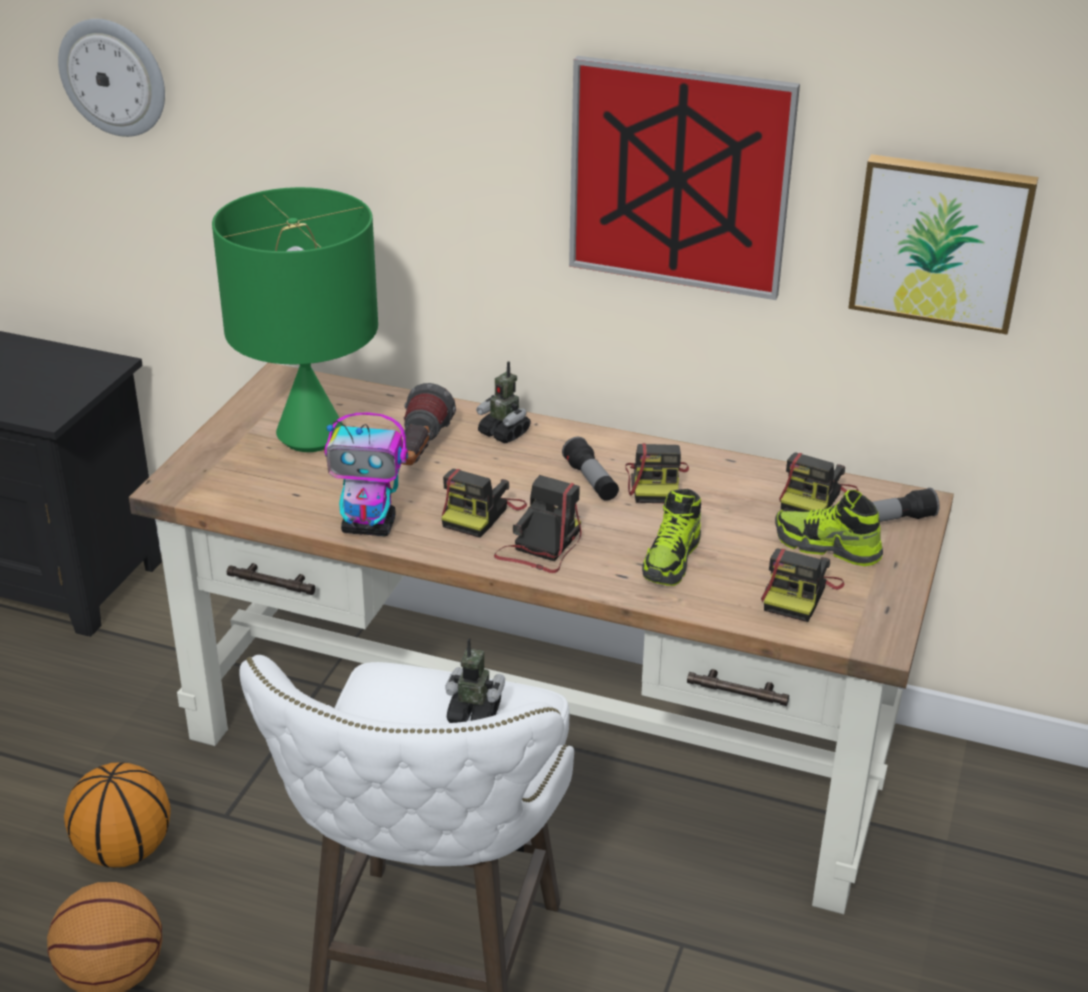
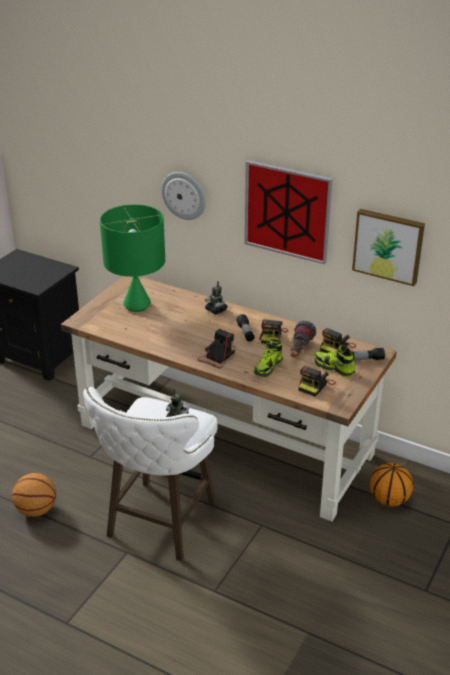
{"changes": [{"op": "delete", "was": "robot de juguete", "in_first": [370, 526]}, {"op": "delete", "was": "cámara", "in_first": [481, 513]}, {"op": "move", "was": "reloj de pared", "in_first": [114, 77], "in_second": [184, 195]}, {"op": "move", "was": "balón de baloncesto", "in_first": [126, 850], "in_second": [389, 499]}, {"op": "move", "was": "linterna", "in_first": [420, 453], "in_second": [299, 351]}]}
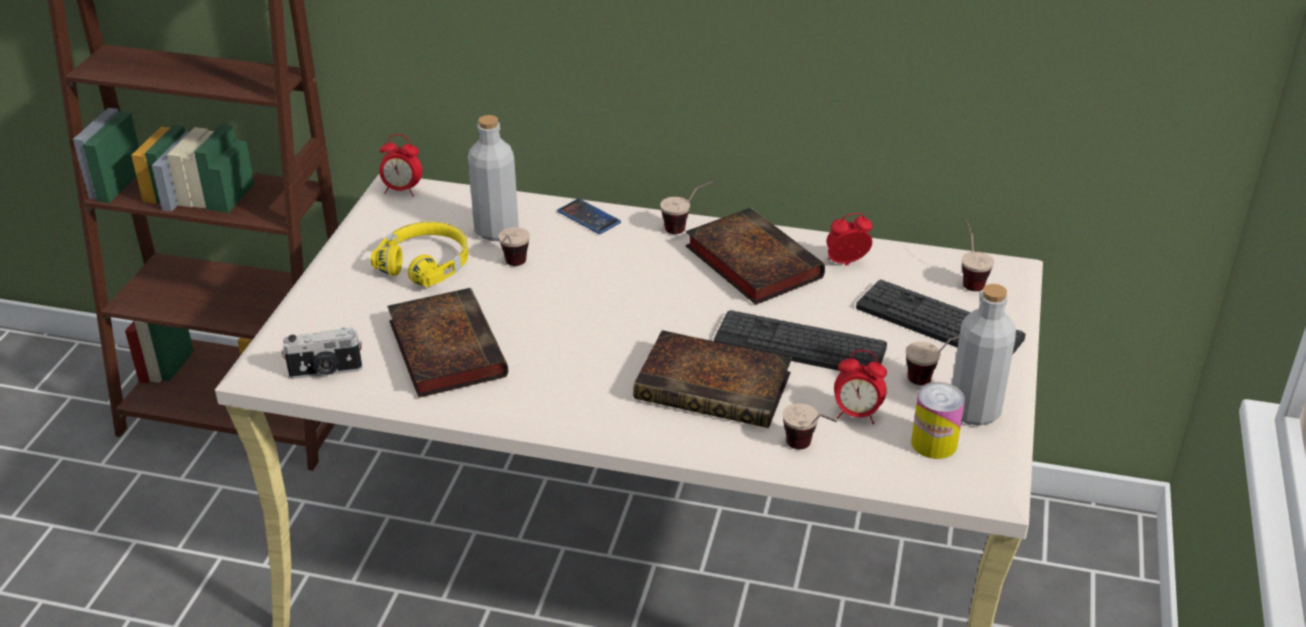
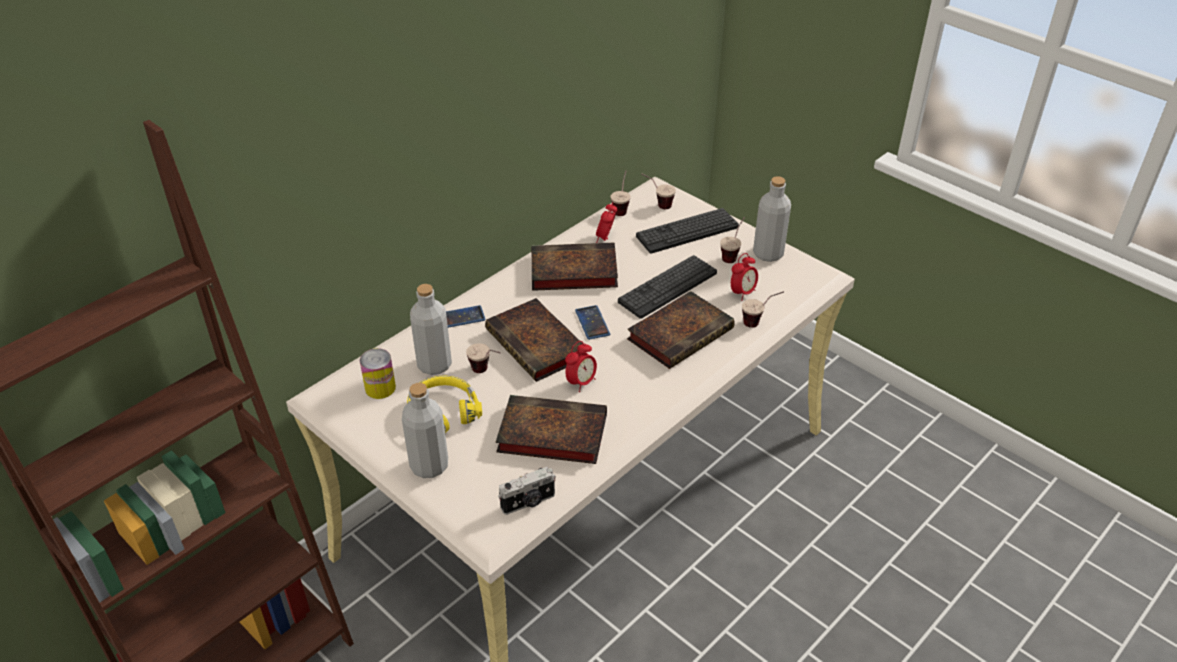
{"changes": [{"op": "insert", "now": "botella/gris", "in_second": [429, 466]}, {"op": "insert", "now": "libro", "in_second": [538, 345]}, {"op": "insert", "now": "móvil", "in_second": [592, 323]}, {"op": "move", "was": "despertador", "in_first": [402, 190], "in_second": [581, 382]}, {"op": "move", "was": "taza", "in_first": [686, 227], "in_second": [621, 208]}, {"op": "move", "was": "lata", "in_first": [934, 443], "in_second": [380, 388]}, {"op": "rotate", "was": "cámara", "in_first": [325, 372], "in_second": [528, 502], "clockwise": 45}]}
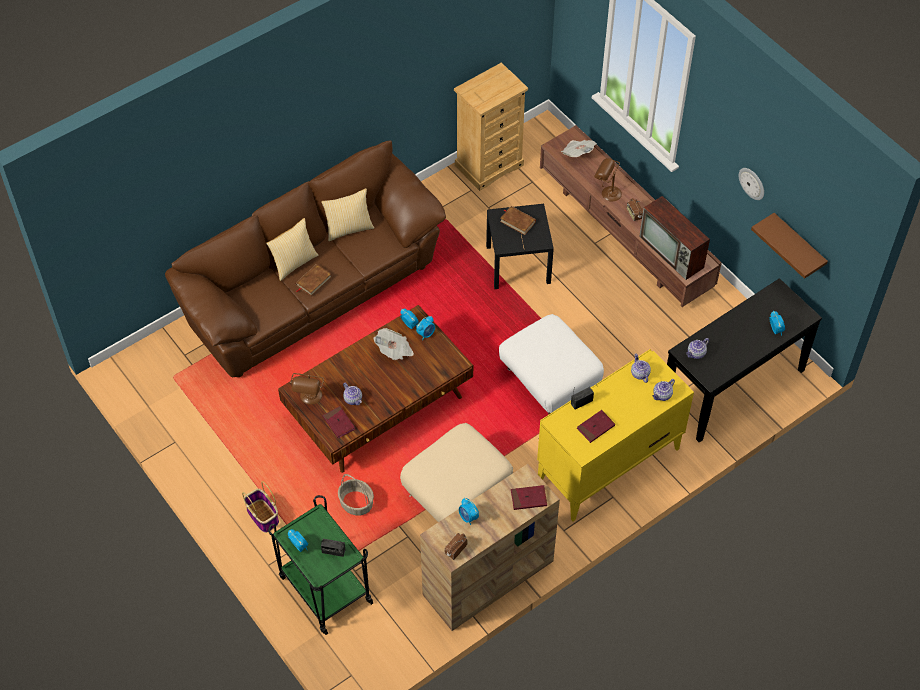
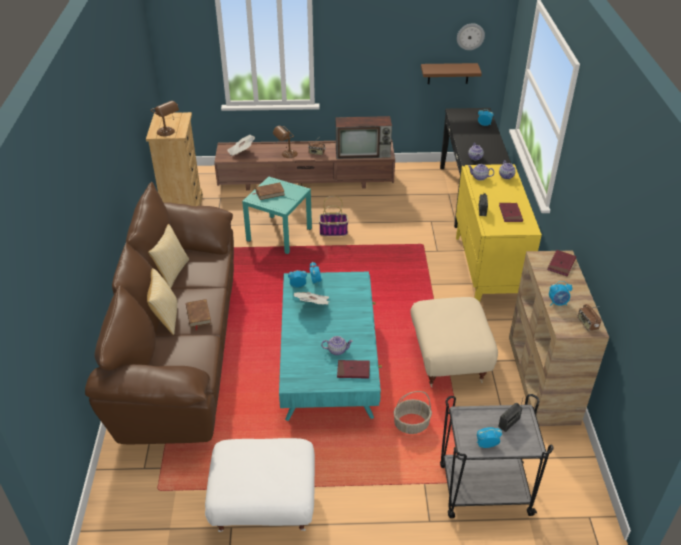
{"changes": [{"op": "move", "was": "cesta", "in_first": [263, 516], "in_second": [333, 231]}, {"op": "move", "was": "lámpara de mesa/marrón", "in_first": [310, 399], "in_second": [168, 133]}, {"op": "move", "was": "puf/blanco", "in_first": [548, 381], "in_second": [263, 506]}, {"op": "move", "was": "reloj de pared", "in_first": [752, 183], "in_second": [470, 36]}, {"op": "recolor", "was": "carrito/verde", "now": "carrito/gris", "in_first": [325, 588], "in_second": [483, 490]}, {"op": "recolor", "was": "mesa de centro/marrón", "now": "mesa de centro/turquesa", "in_first": [379, 406], "in_second": [329, 363]}, {"op": "recolor", "was": "mesa auxiliar/negro", "now": "mesa auxiliar/turquesa", "in_first": [519, 264], "in_second": [280, 234]}]}
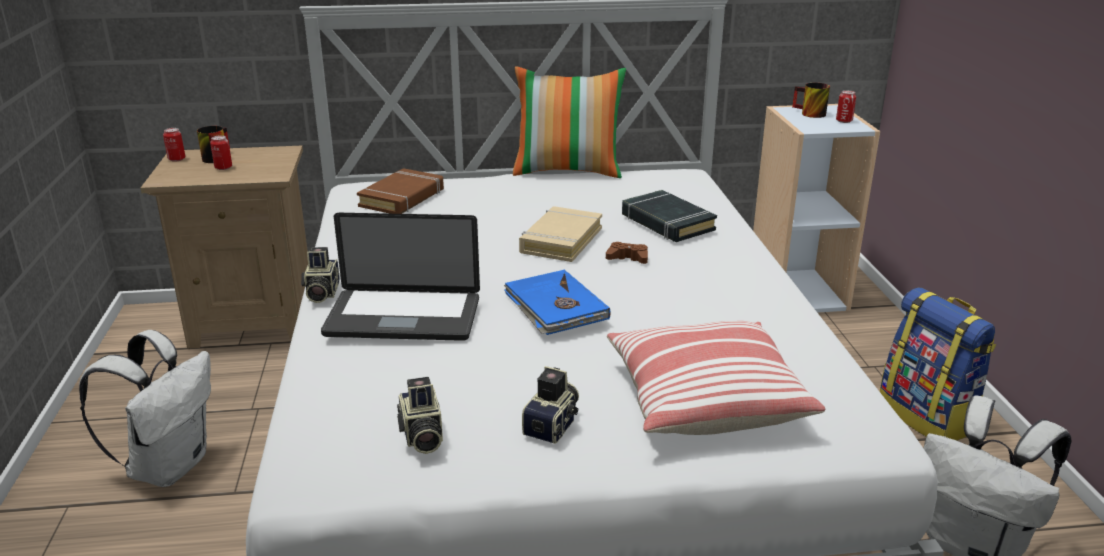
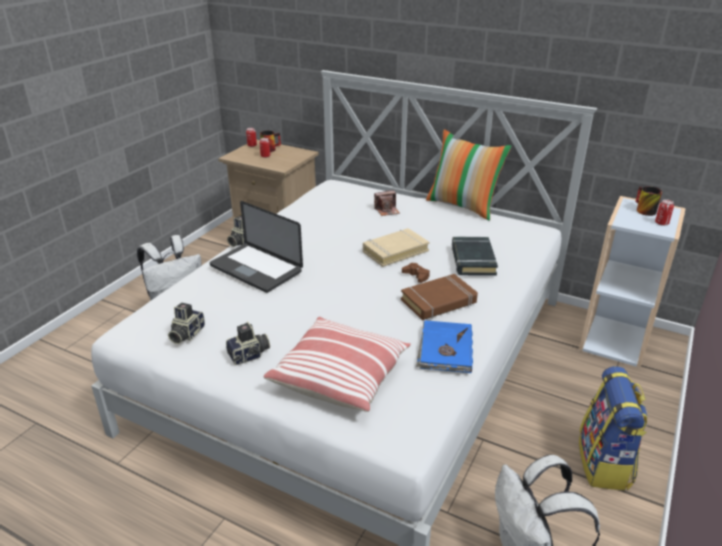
{"changes": [{"op": "insert", "now": "cámara", "in_second": [387, 210]}, {"op": "move", "was": "libro/marrón", "in_first": [402, 198], "in_second": [439, 301]}, {"op": "move", "was": "libro/azul", "in_first": [554, 307], "in_second": [444, 349]}]}
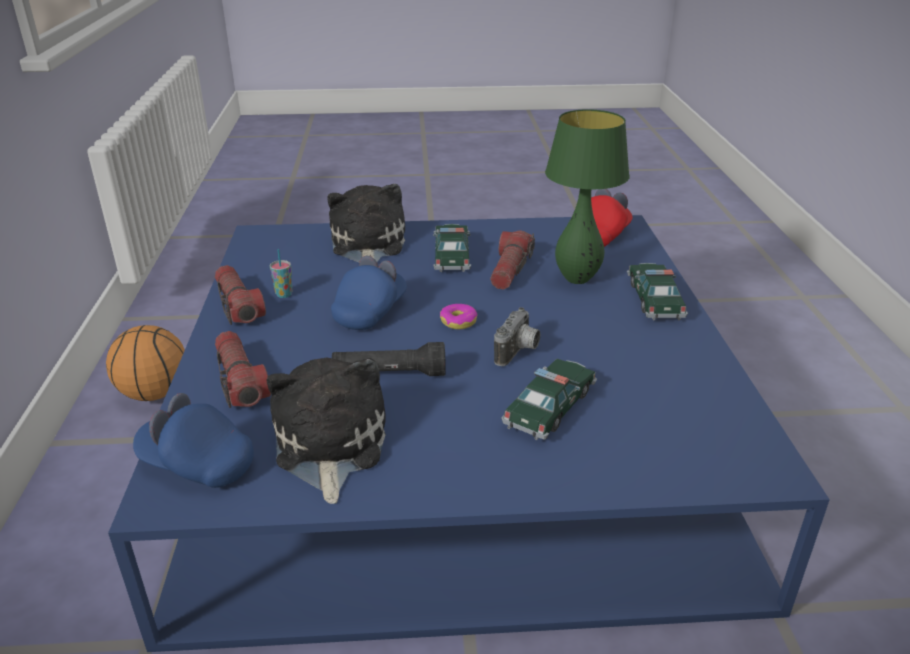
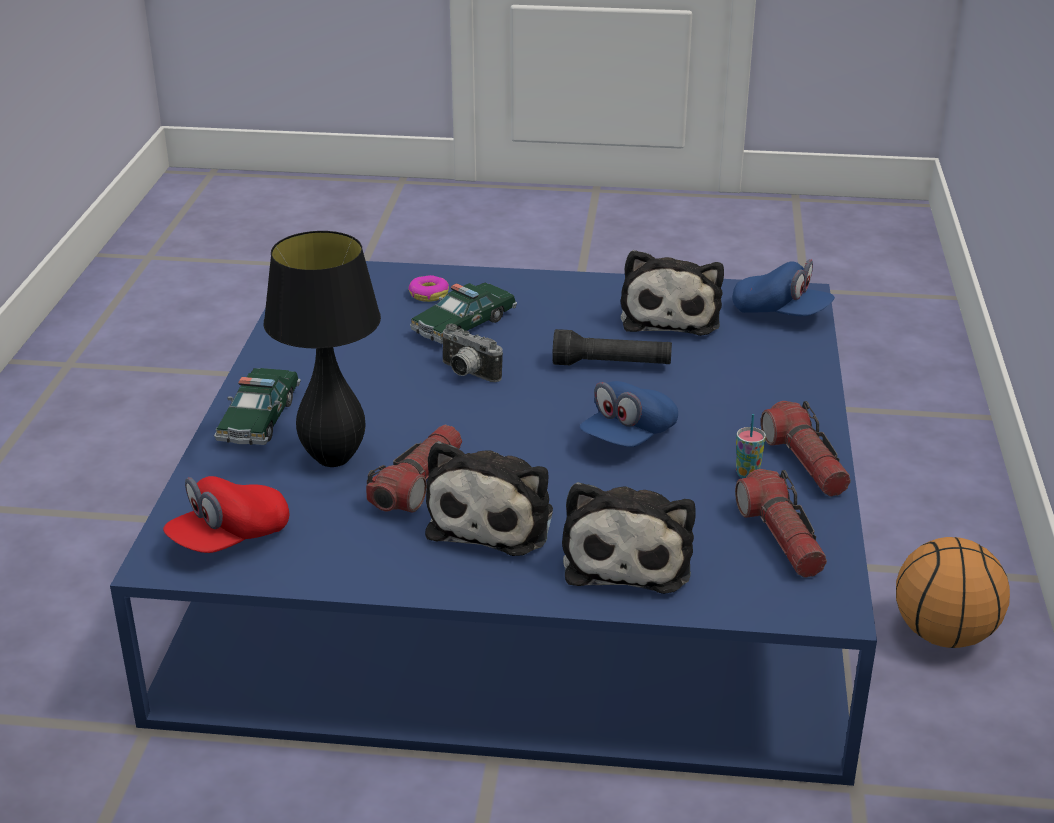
{"changes": [{"op": "move", "was": "linterna", "in_first": [240, 381], "in_second": [781, 538]}, {"op": "move", "was": "rosquilla", "in_first": [458, 321], "in_second": [428, 294]}, {"op": "replace", "was": "coche de juguete", "now": "peluche", "in_first": [451, 256], "in_second": [494, 519]}, {"op": "recolor", "was": "lámpara de mesa/verde", "now": "lámpara de mesa/negro", "in_first": [577, 279], "in_second": [333, 459]}, {"op": "rotate", "was": "cámara", "in_first": [518, 352], "in_second": [466, 374], "clockwise": -90}]}
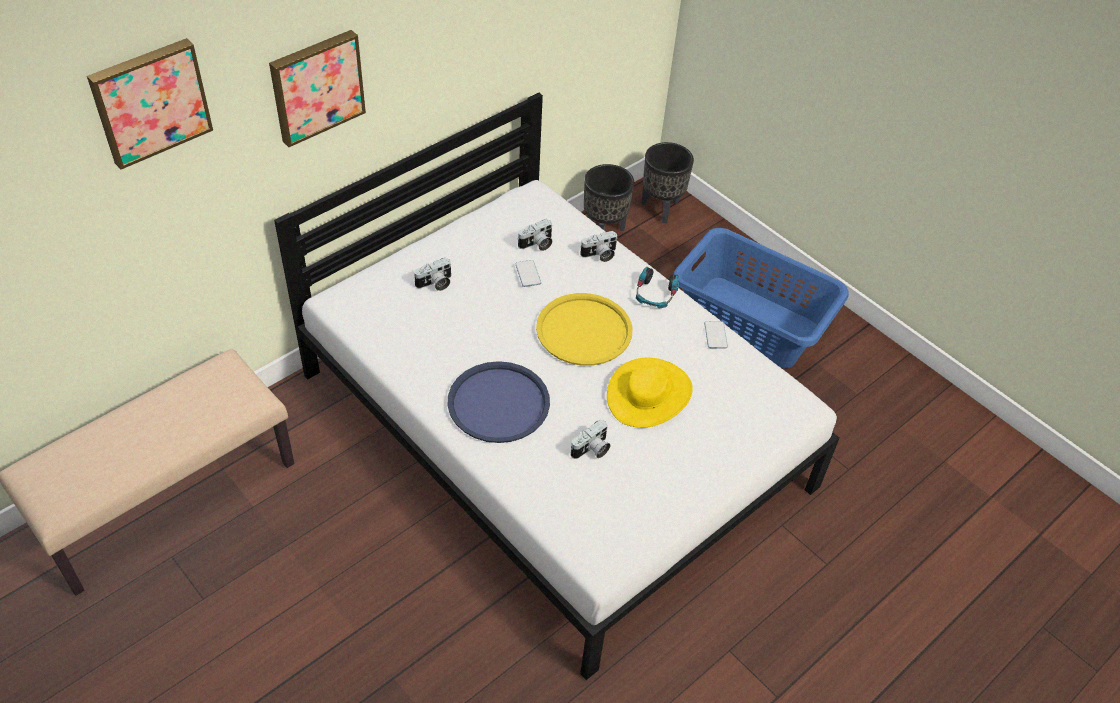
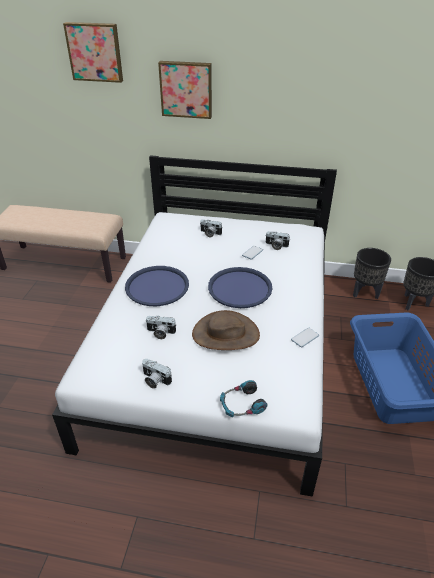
{"changes": [{"op": "move", "was": "cámara", "in_first": [599, 255], "in_second": [154, 380]}, {"op": "move", "was": "auriculares", "in_first": [655, 294], "in_second": [242, 405]}, {"op": "recolor", "was": "bandeja/amarillo", "now": "bandeja/azul", "in_first": [584, 330], "in_second": [240, 288]}, {"op": "recolor", "was": "sombrero/amarillo", "now": "sombrero/marrón", "in_first": [649, 394], "in_second": [225, 334]}]}
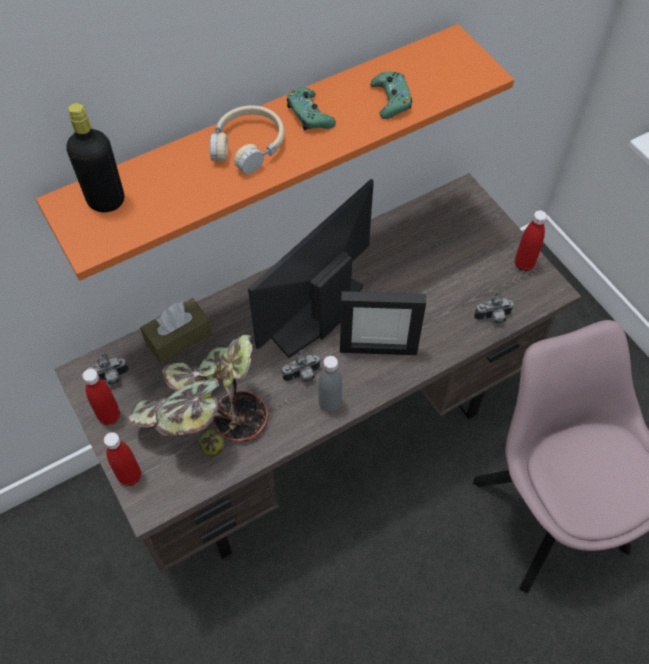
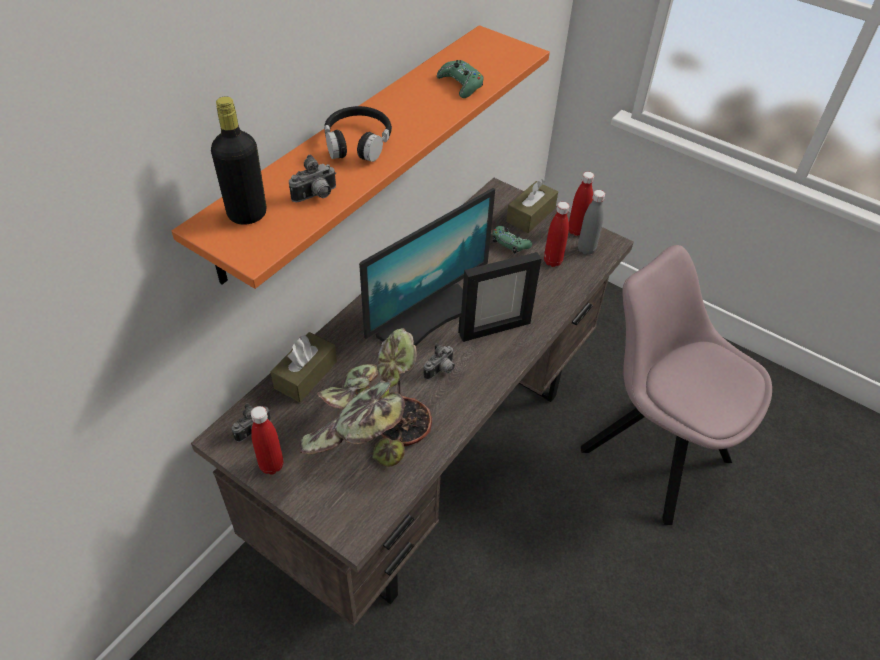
{"changes": [{"op": "insert", "now": "caja de pañuelos/marrón", "in_second": [530, 215]}, {"op": "move", "was": "botella/rojo", "in_first": [130, 476], "in_second": [552, 261]}, {"op": "move", "was": "mando de consola/verde", "in_first": [310, 115], "in_second": [510, 243]}, {"op": "move", "was": "botella/gris", "in_first": [330, 404], "in_second": [586, 249]}, {"op": "move", "was": "cámara", "in_first": [493, 318], "in_second": [316, 196]}, {"op": "recolor", "was": "auriculares/beis", "now": "auriculares/negro", "in_first": [248, 146], "in_second": [357, 142]}, {"op": "rotate", "was": "monitor", "in_first": [317, 314], "in_second": [426, 318], "clockwise": -150}]}
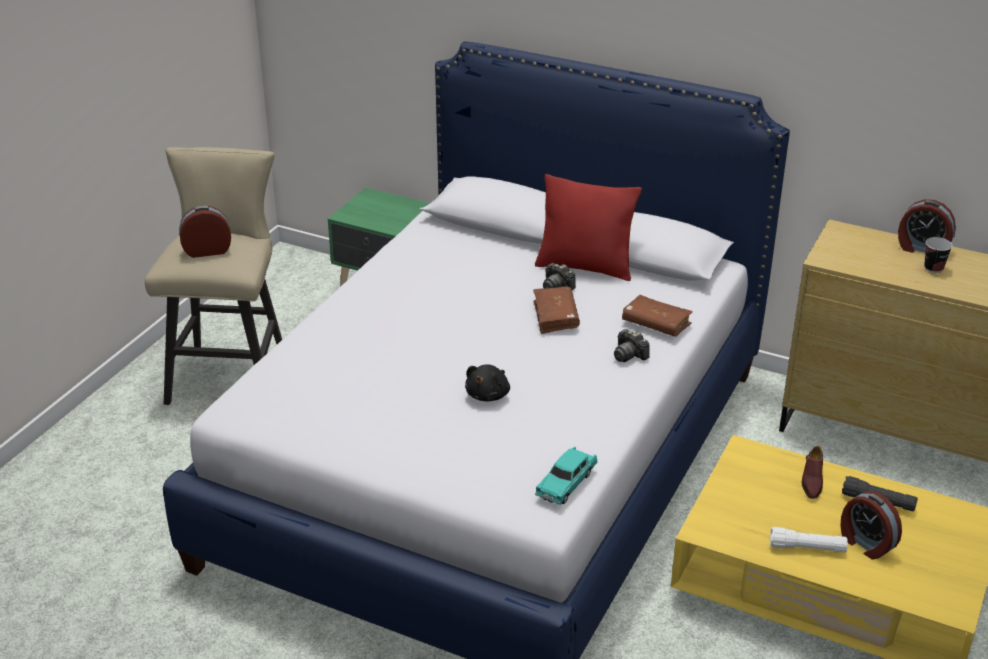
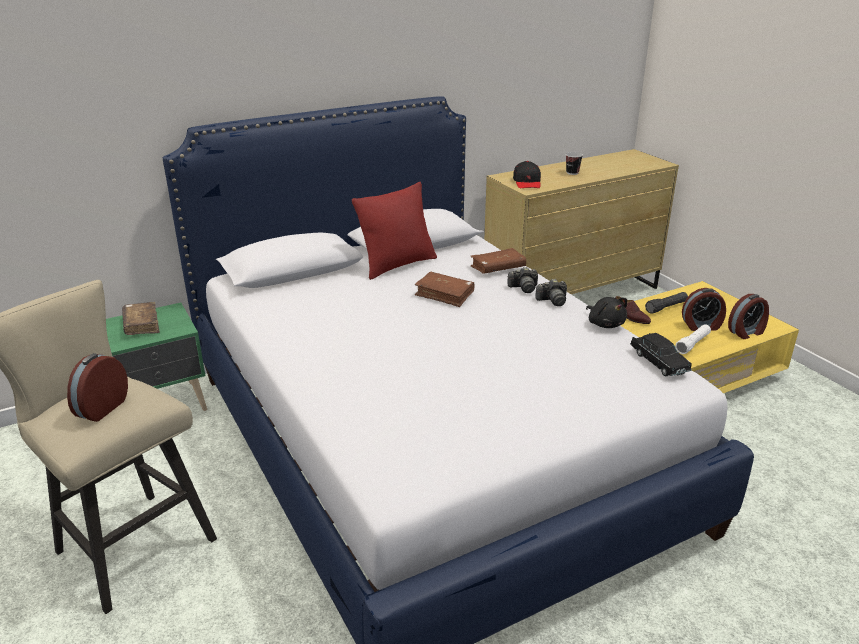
{"changes": [{"op": "insert", "now": "libro/marrón", "in_second": [141, 325]}, {"op": "insert", "now": "gorra/negro", "in_second": [527, 182]}, {"op": "move", "was": "peluche/negro", "in_first": [489, 395], "in_second": [605, 324]}, {"op": "move", "was": "cámara", "in_first": [557, 286], "in_second": [552, 301]}, {"op": "move", "was": "despertador", "in_first": [922, 249], "in_second": [746, 332]}, {"op": "recolor", "was": "coche de juguete/turquesa", "now": "coche de juguete/negro", "in_first": [566, 484], "in_second": [658, 362]}]}
